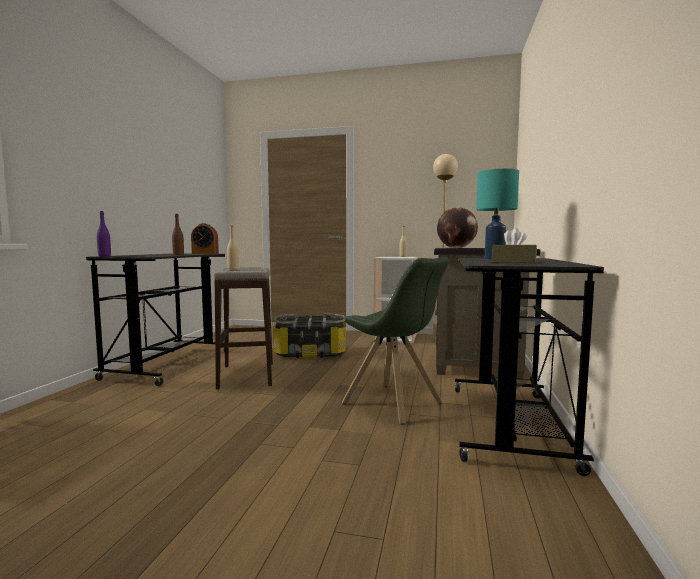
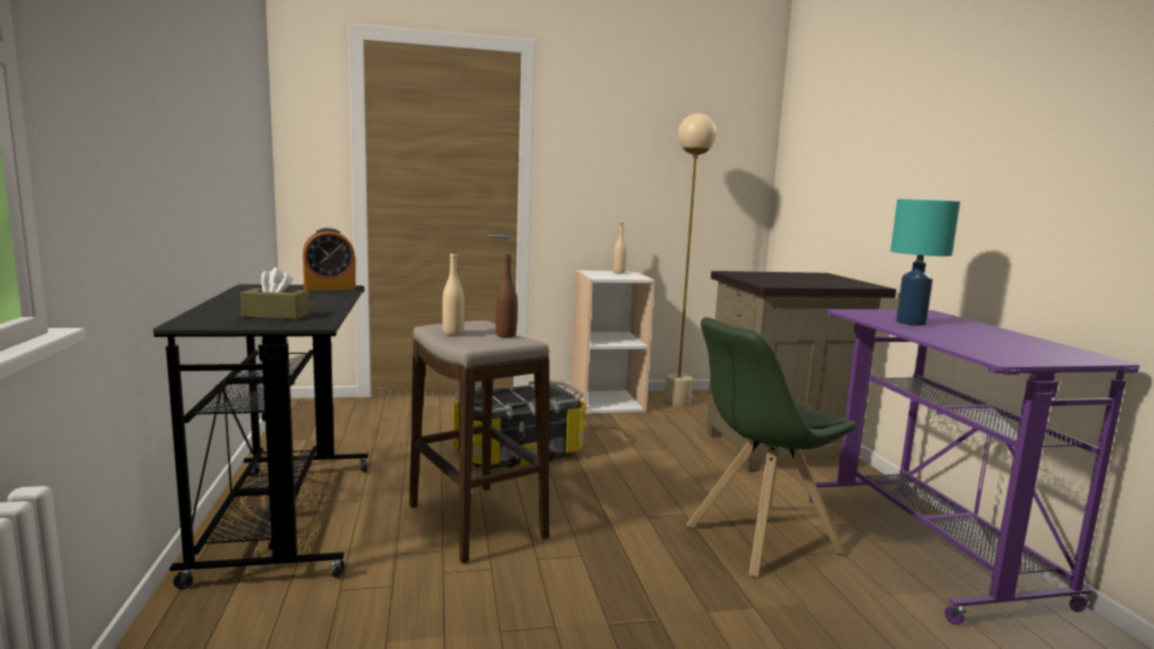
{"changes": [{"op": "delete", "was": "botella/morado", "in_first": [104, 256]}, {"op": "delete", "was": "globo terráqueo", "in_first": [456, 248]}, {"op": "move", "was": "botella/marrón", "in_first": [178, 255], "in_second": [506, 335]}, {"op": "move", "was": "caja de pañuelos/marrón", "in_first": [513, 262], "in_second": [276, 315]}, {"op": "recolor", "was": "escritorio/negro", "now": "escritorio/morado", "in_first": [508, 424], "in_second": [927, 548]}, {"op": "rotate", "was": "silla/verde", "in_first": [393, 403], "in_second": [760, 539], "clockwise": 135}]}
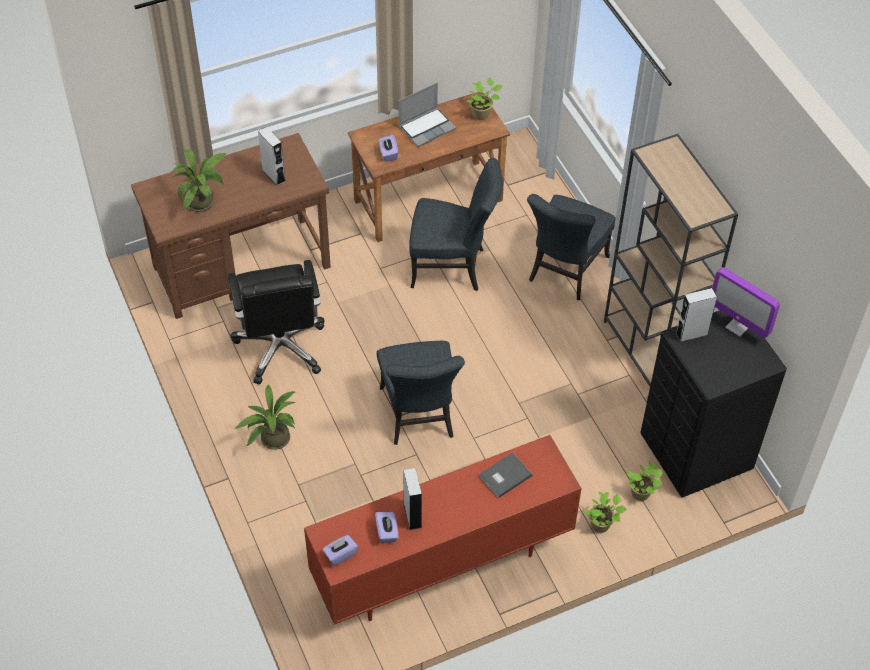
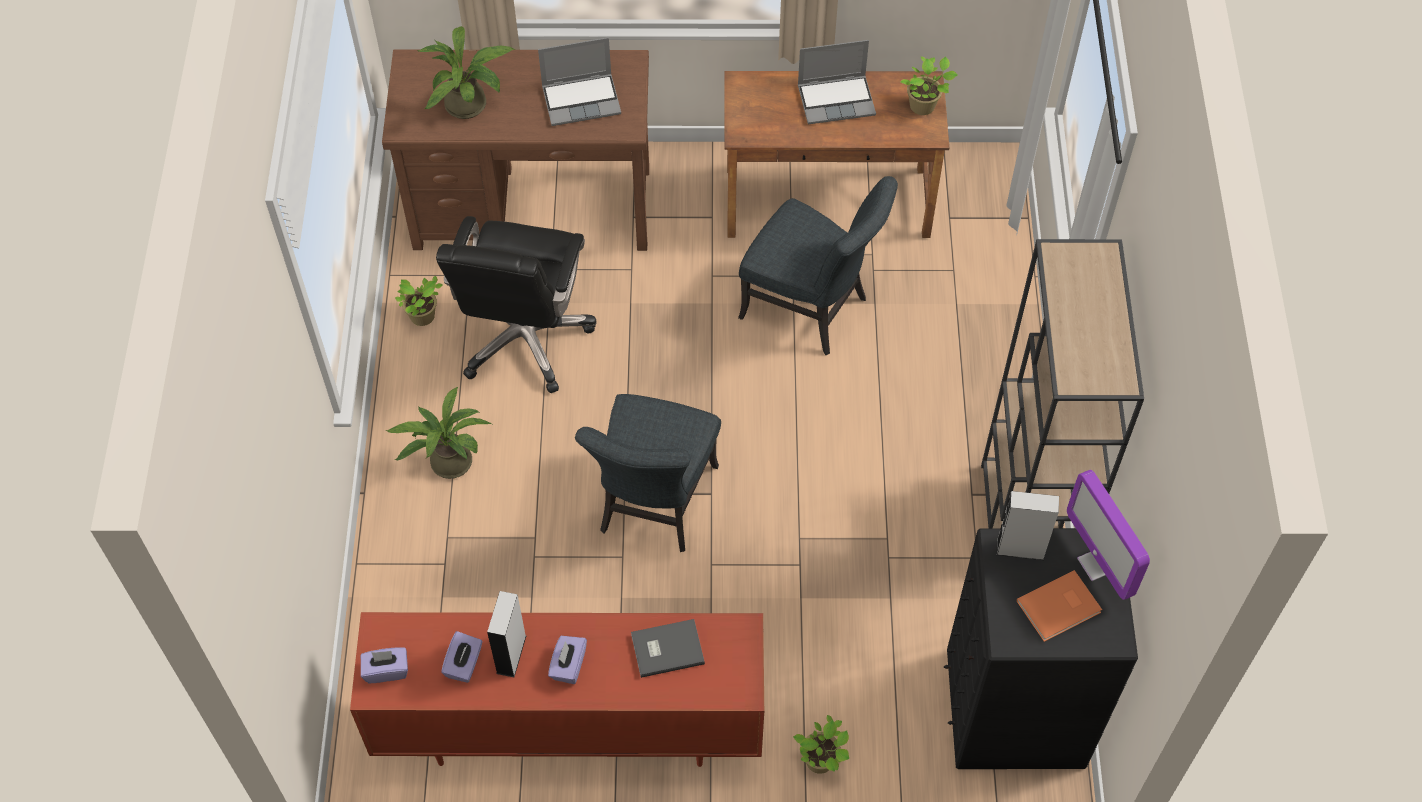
{"changes": [{"op": "delete", "was": "silla/gris", "in_first": [565, 271]}, {"op": "insert", "now": "libro/naranja", "in_second": [1060, 608]}, {"op": "move", "was": "caja de pañuelos/morado", "in_first": [388, 154], "in_second": [568, 666]}, {"op": "move", "was": "planta en maceta", "in_first": [641, 494], "in_second": [423, 318]}, {"op": "replace", "was": "altavoz/gris", "now": "portátil", "in_first": [273, 175], "in_second": [582, 100]}]}
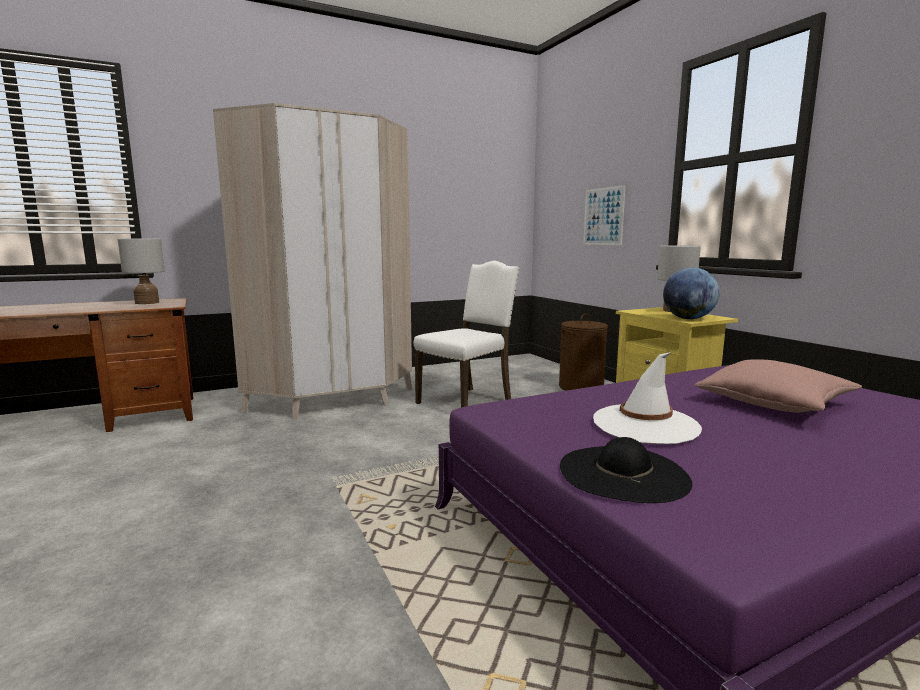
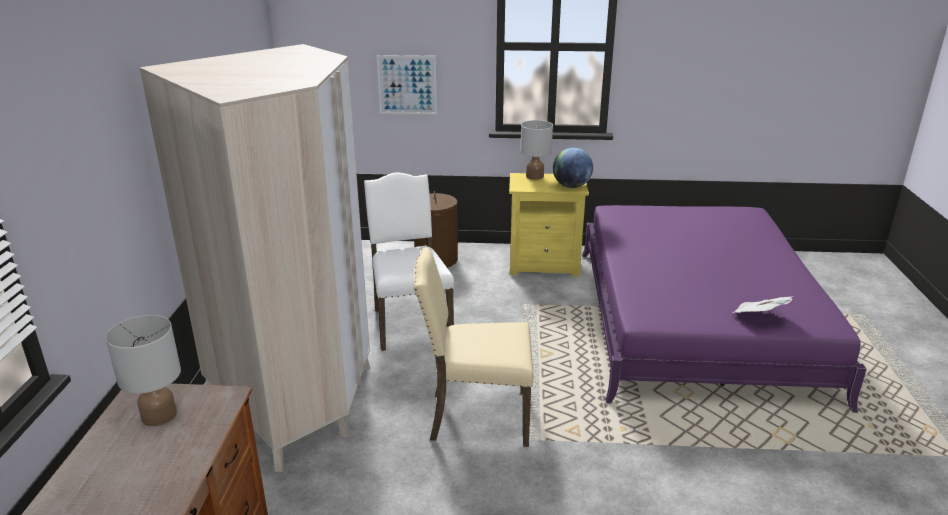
{"changes": [{"op": "delete", "was": "sombrero/blanco", "in_first": [645, 424]}, {"op": "delete", "was": "cojín/rosa", "in_first": [774, 404]}, {"op": "insert", "now": "silla/beis", "in_second": [476, 417]}, {"op": "replace", "was": "sombrero/negro", "now": "periódico", "in_first": [623, 473], "in_second": [759, 317]}]}
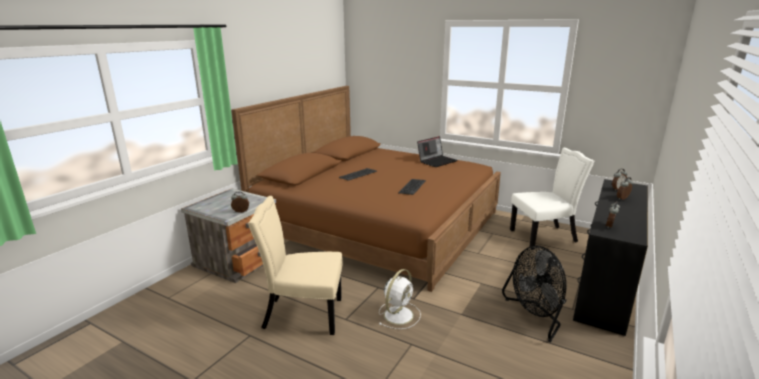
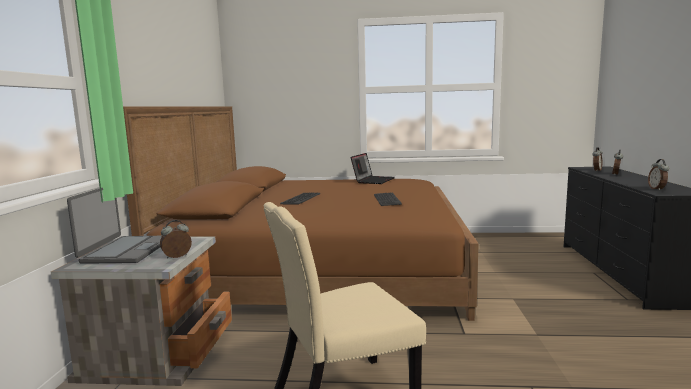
{"changes": [{"op": "delete", "was": "ventilador/blanco", "in_first": [399, 314]}, {"op": "delete", "was": "ventilador/negro", "in_first": [536, 314]}, {"op": "delete", "was": "silla/blanco", "in_first": [542, 237]}, {"op": "insert", "now": "portátil", "in_second": [126, 251]}]}
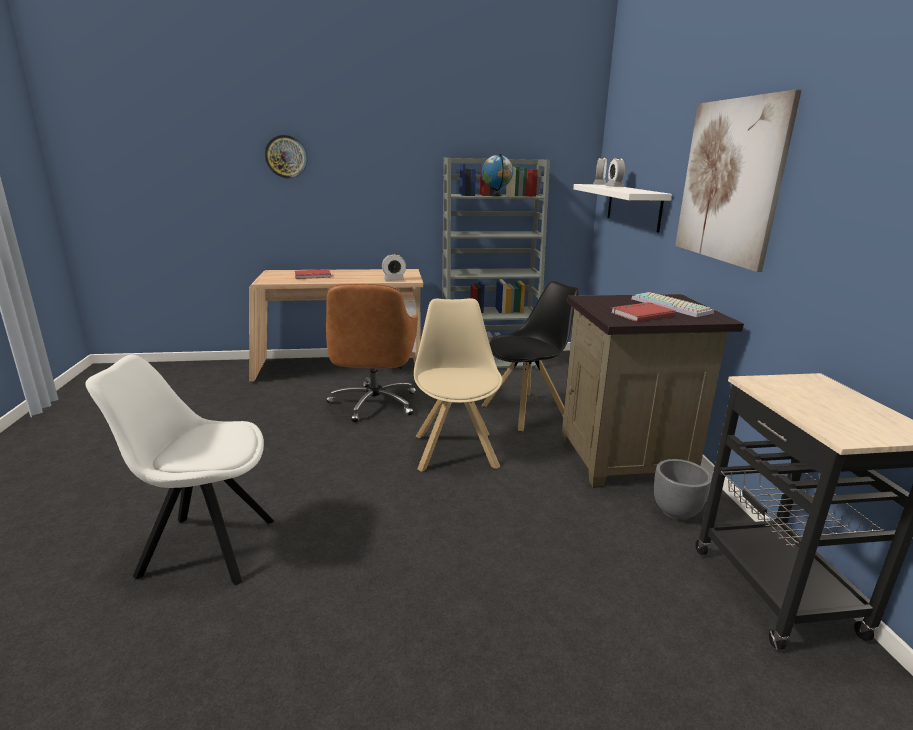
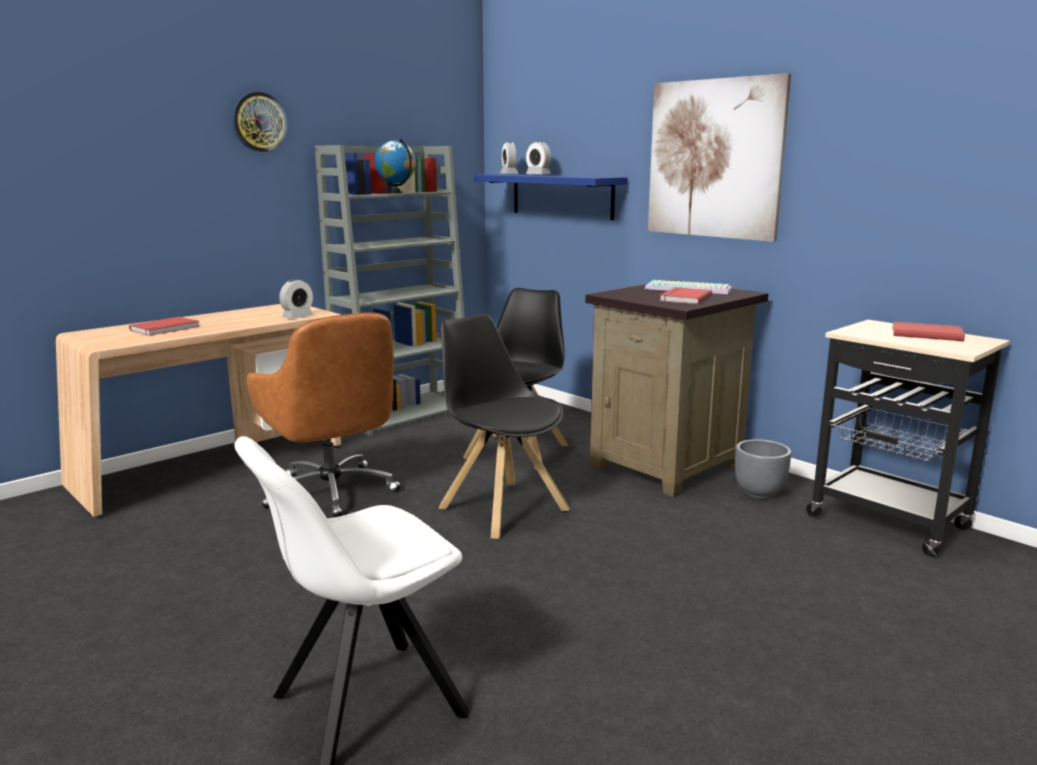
{"changes": [{"op": "insert", "now": "libro/rojo", "in_second": [926, 334]}, {"op": "move", "was": "reloj de pared", "in_first": [286, 156], "in_second": [259, 122]}, {"op": "recolor", "was": "silla/beis", "now": "silla/negro", "in_first": [455, 449], "in_second": [501, 507]}, {"op": "recolor", "was": "estante/blanco", "now": "estante/azul", "in_first": [633, 206], "in_second": [562, 195]}]}
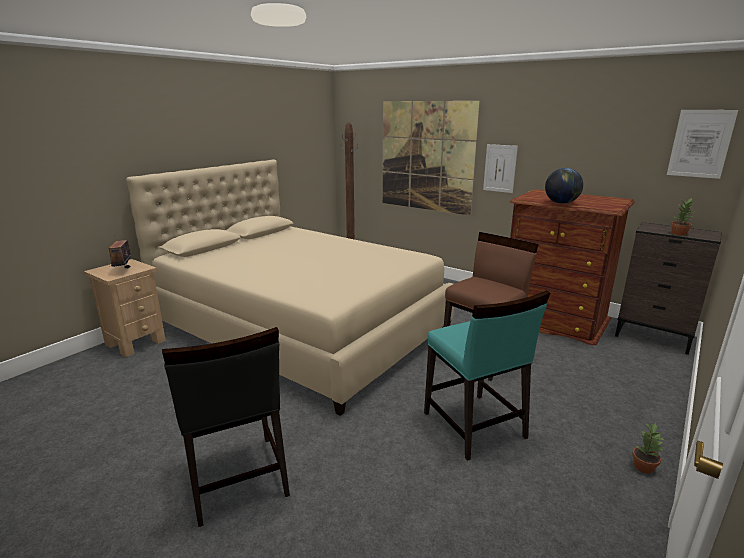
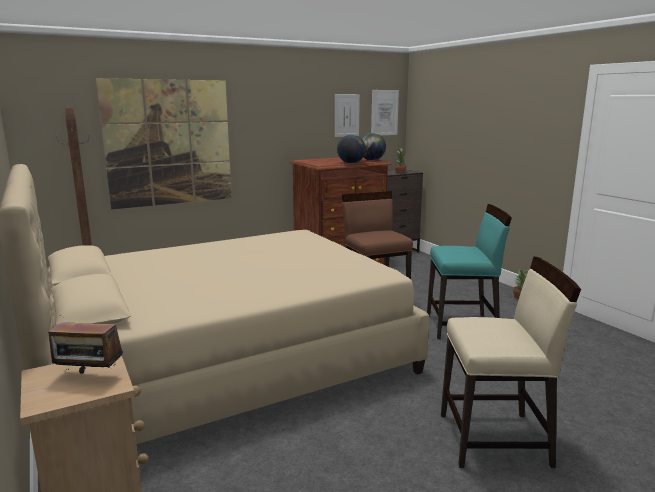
{"changes": [{"op": "insert", "now": "globo terráqueo", "in_second": [371, 160]}, {"op": "move", "was": "cuadro", "in_first": [500, 168], "in_second": [346, 115]}, {"op": "recolor", "was": "silla/negro", "now": "silla/beis", "in_first": [236, 479], "in_second": [495, 440]}]}
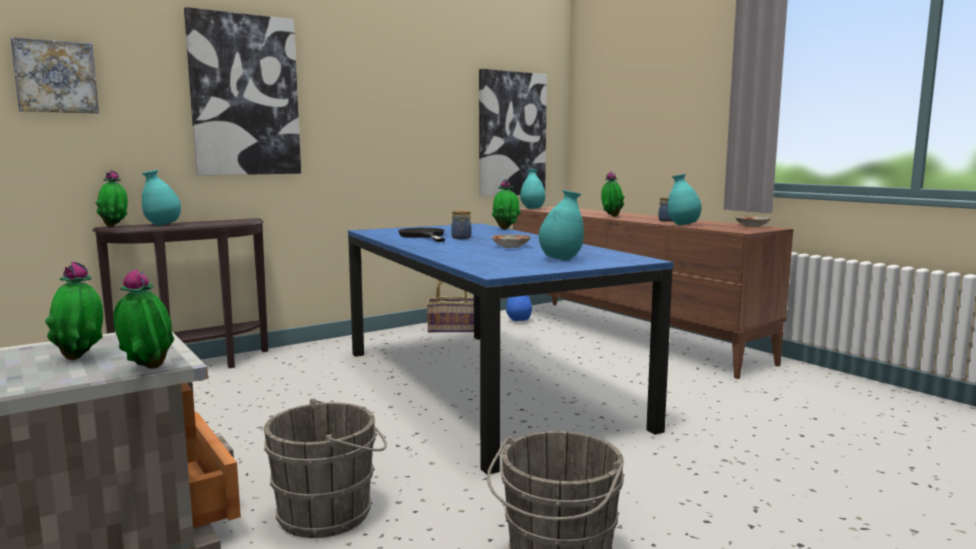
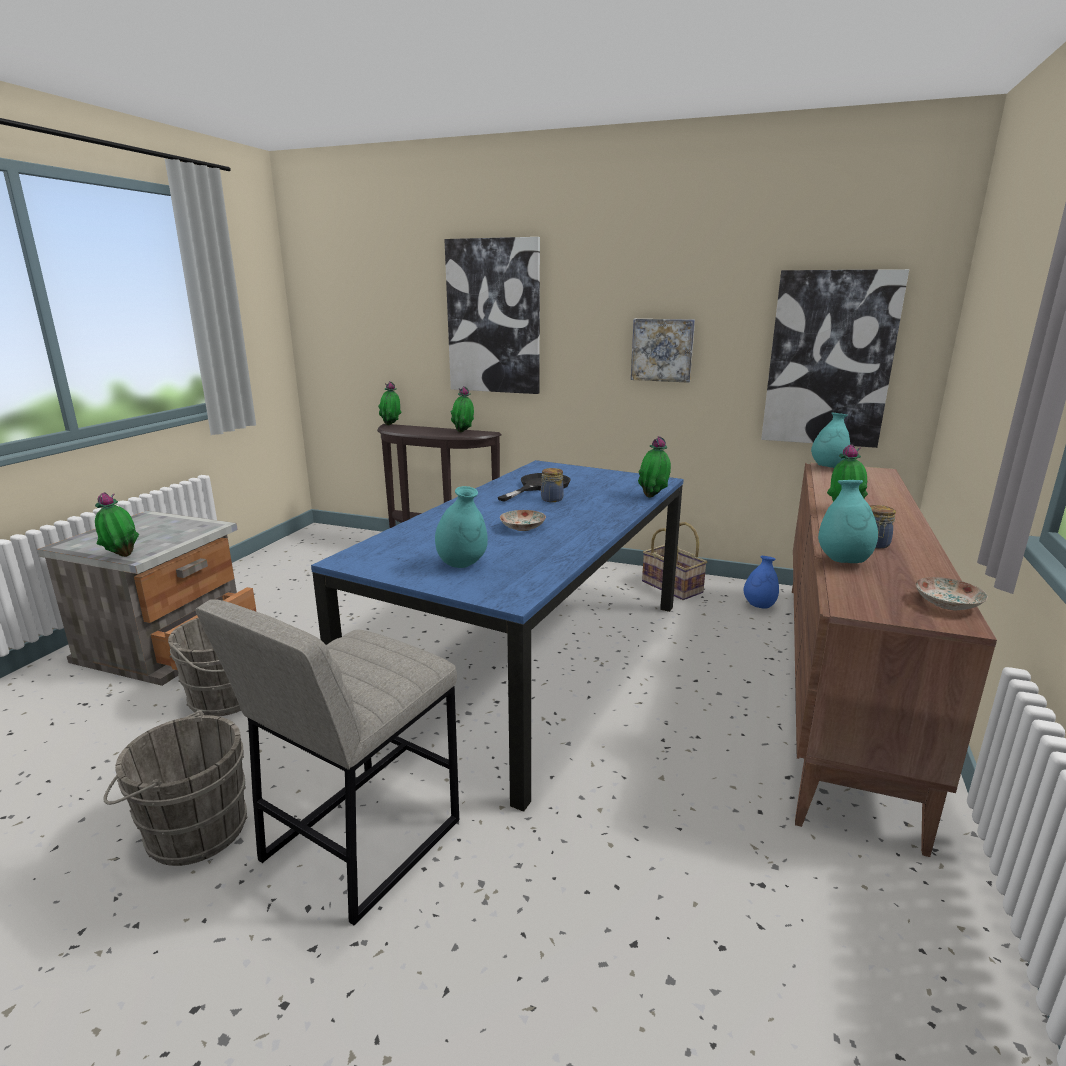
{"changes": [{"op": "delete", "was": "florero/turquesa", "in_first": [163, 225]}, {"op": "insert", "now": "silla/gris", "in_second": [358, 843]}, {"op": "move", "was": "cuadro", "in_first": [55, 77], "in_second": [662, 350]}, {"op": "move", "was": "planta en maceta", "in_first": [81, 358], "in_second": [463, 432]}]}
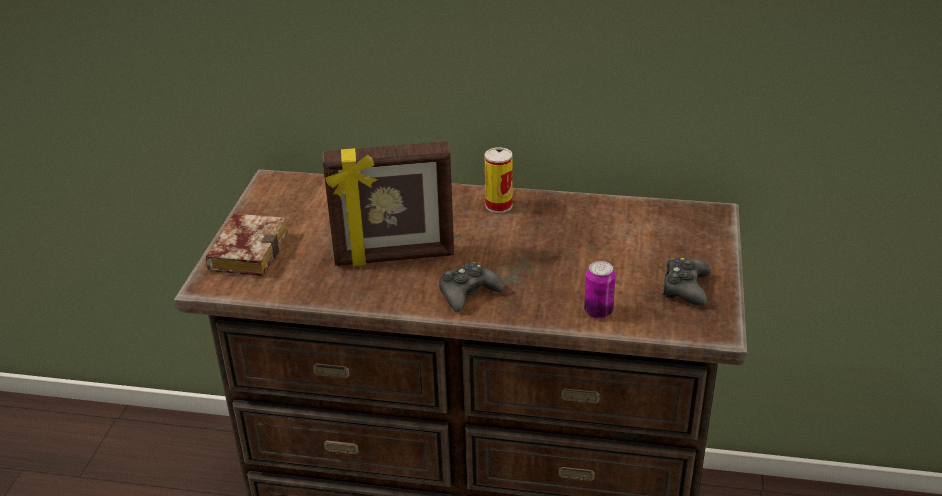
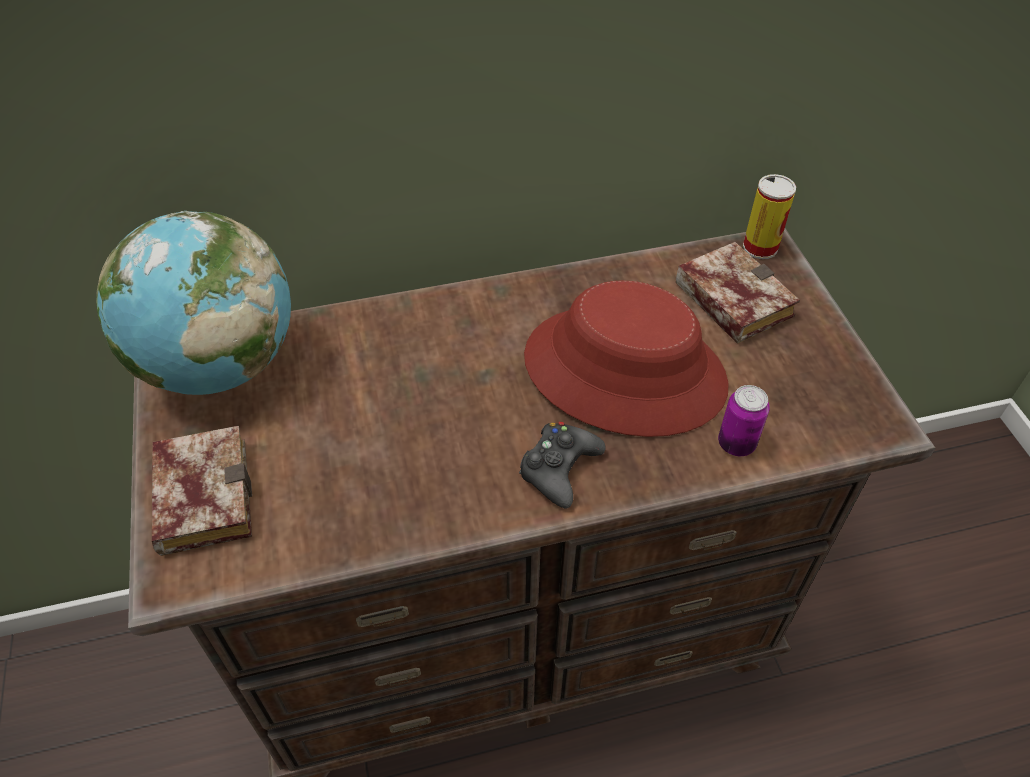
{"changes": [{"op": "delete", "was": "portarretratos", "in_first": [394, 257]}, {"op": "delete", "was": "mando de consola/negro", "in_first": [685, 288]}, {"op": "insert", "now": "globo terráqueo", "in_second": [220, 365]}, {"op": "insert", "now": "sombrero/rojo", "in_second": [625, 371]}, {"op": "insert", "now": "libro", "in_second": [727, 299]}, {"op": "move", "was": "lata", "in_first": [498, 205], "in_second": [760, 247]}]}
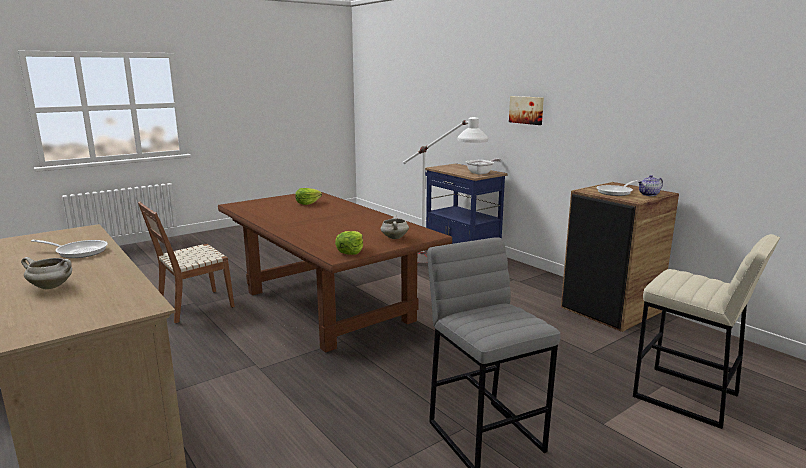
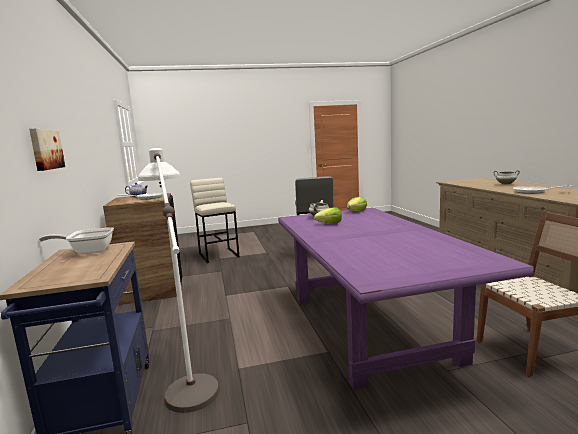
{"changes": [{"op": "move", "was": "lechuga", "in_first": [307, 203], "in_second": [329, 224]}, {"op": "recolor", "was": "mesa de comedor/marrón", "now": "mesa de comedor/morado", "in_first": [328, 306], "in_second": [368, 326]}]}
